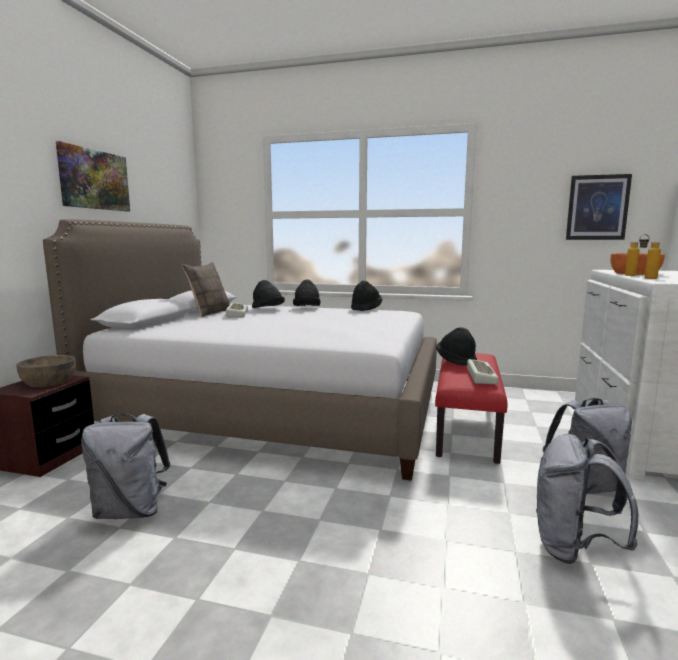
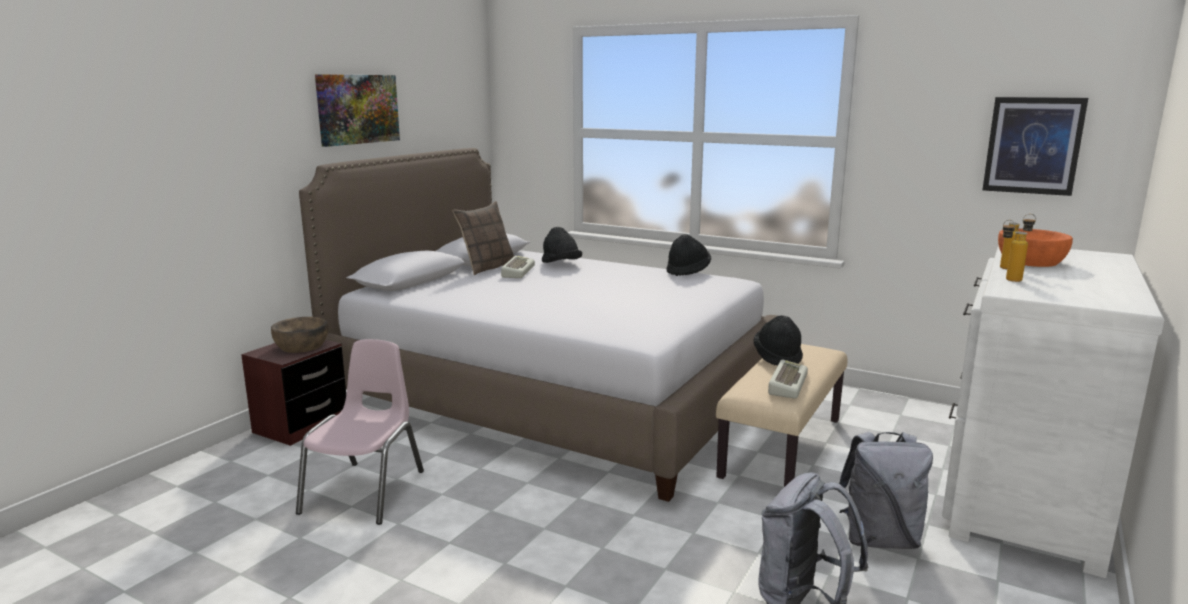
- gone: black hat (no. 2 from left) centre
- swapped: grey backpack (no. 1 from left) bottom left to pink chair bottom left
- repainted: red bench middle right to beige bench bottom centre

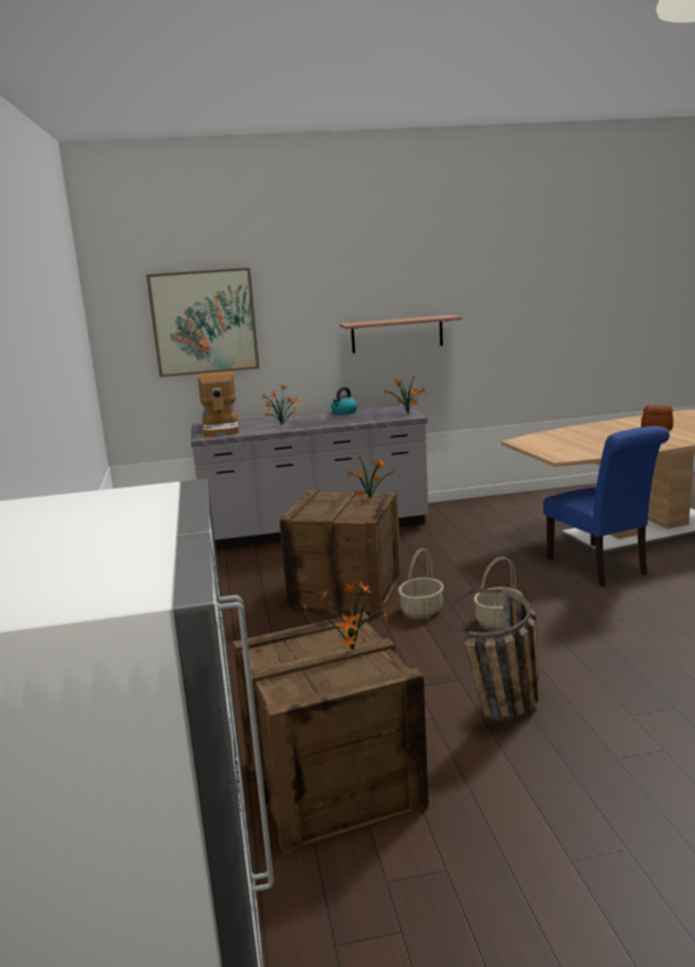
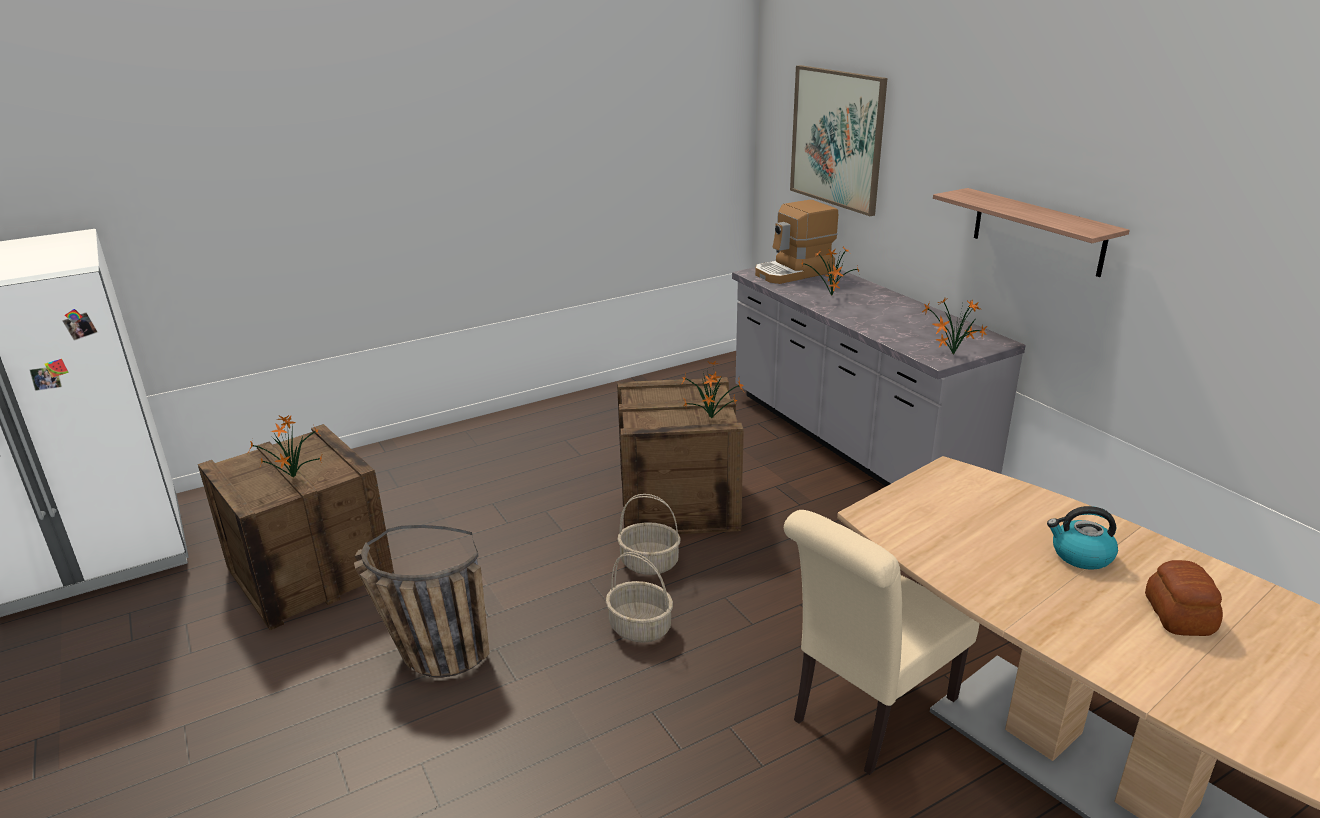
- shifted: kettle centre to middle right
- repainted: blue chair middle right to beige chair bottom right

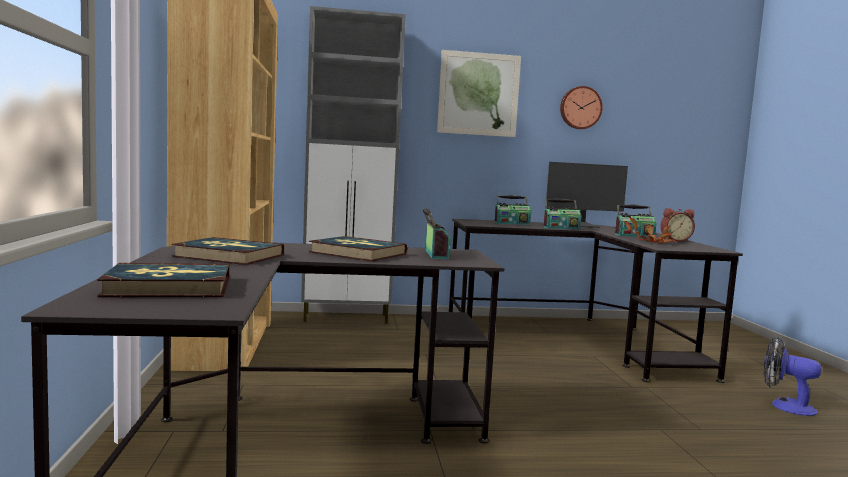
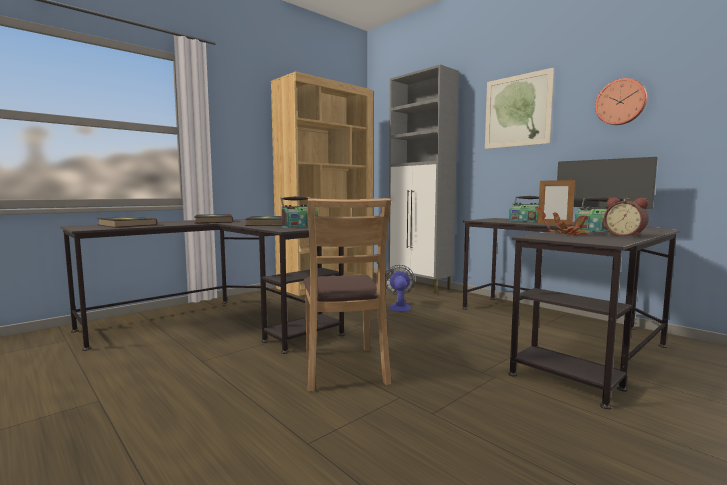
- new: brown chair centre
- shifted: fan bottom right to centre
- swapped: radio (no. 3 from left) centre to picture frame middle right

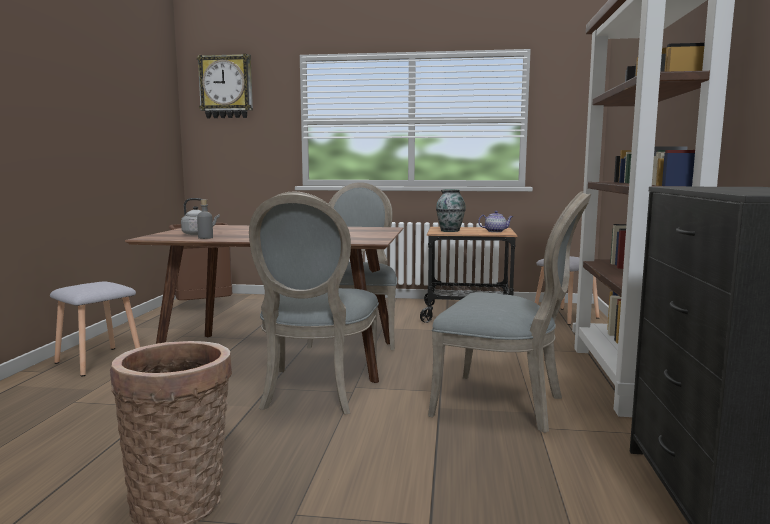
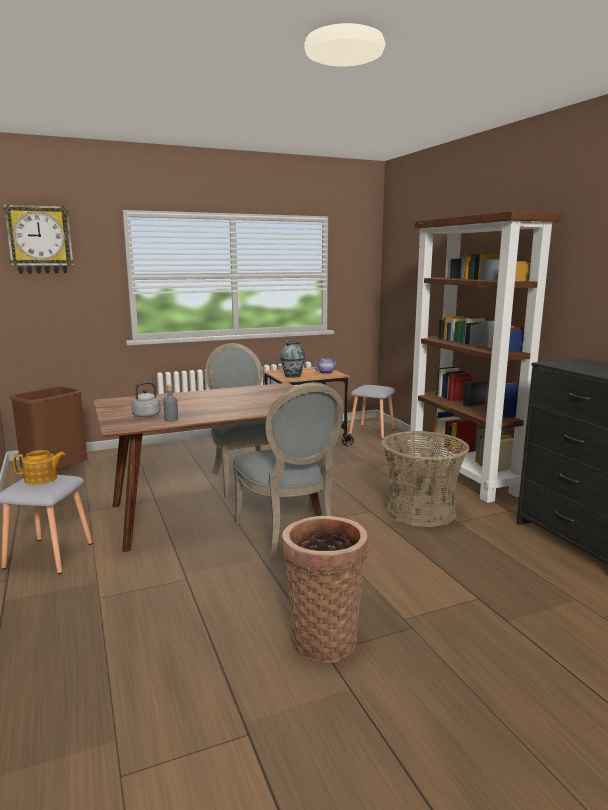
- new: teapot (no. 1 from left) middle left
- swapped: grey chair (no. 3 from left) centre to basket (no. 2 from left) middle right

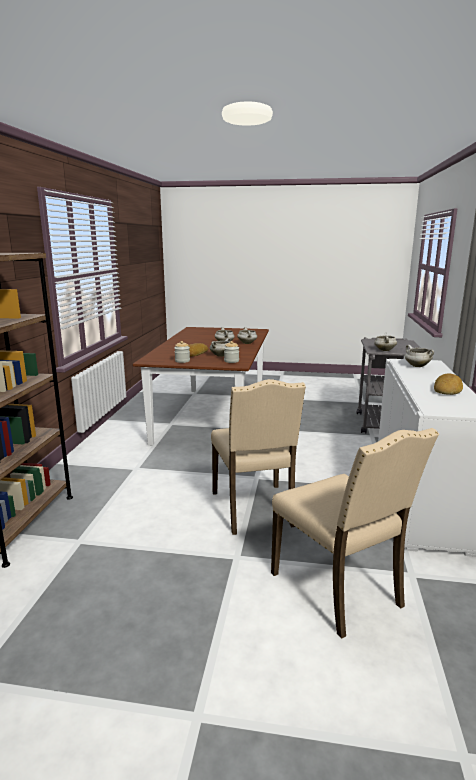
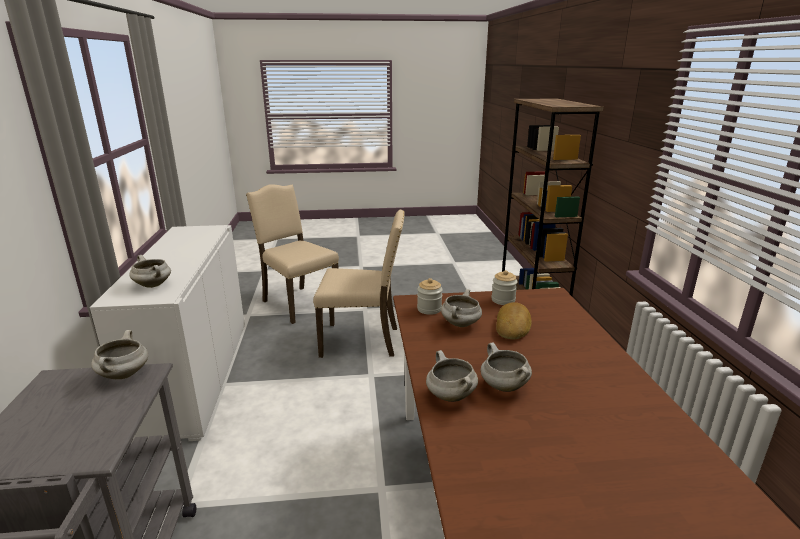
- gone: bread (no. 2 from left) middle right
- rotated: beige chair (no. 1 from left in the first image) centre = centre 120 degrees clockwise

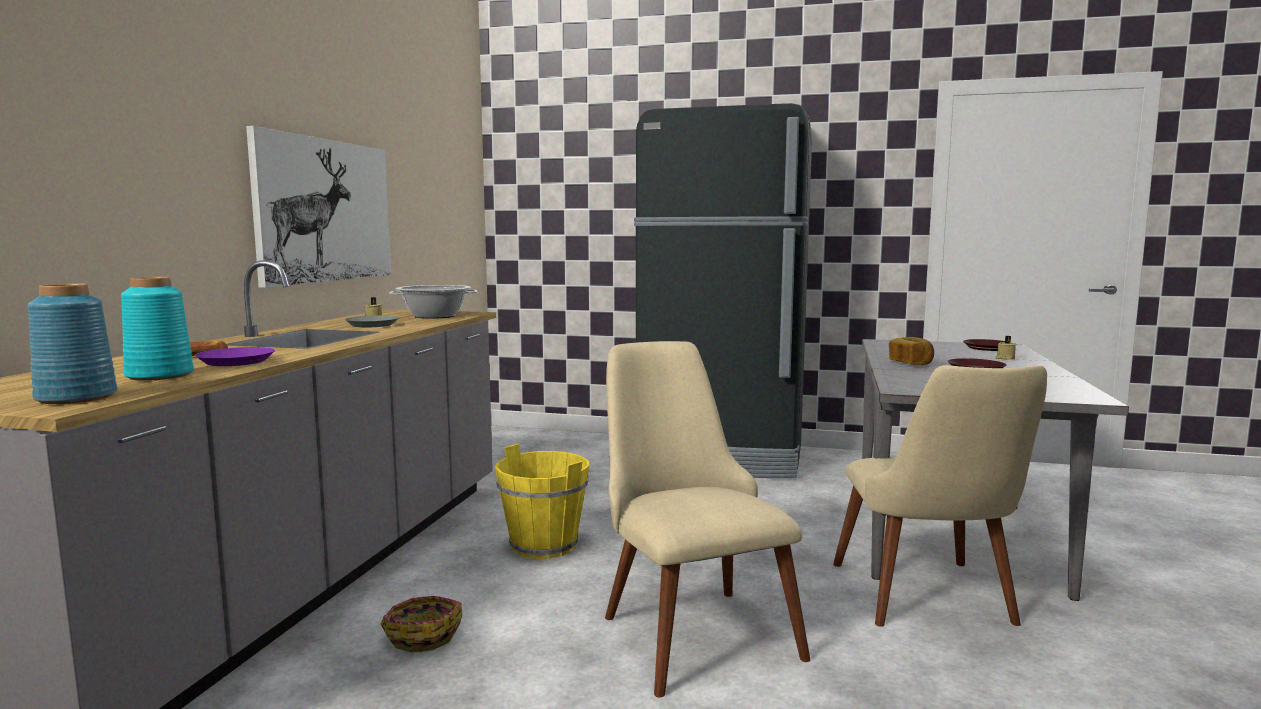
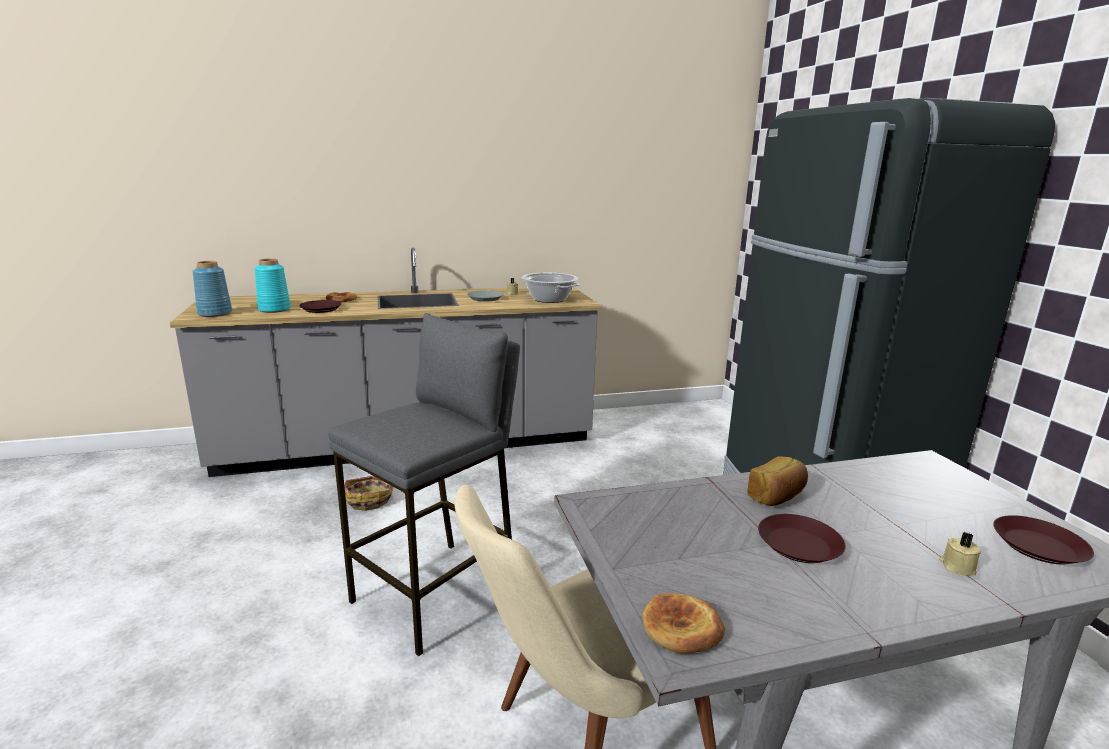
- gone: picture top left
- gone: yellow bucket bottom centre
- new: bread (no. 2 from left) bottom centre
- swapped: beige chair (no. 1 from left) bottom centre to grey stool centre
- repainted: purple plate middle left to brown plate (no. 1 from left) middle left

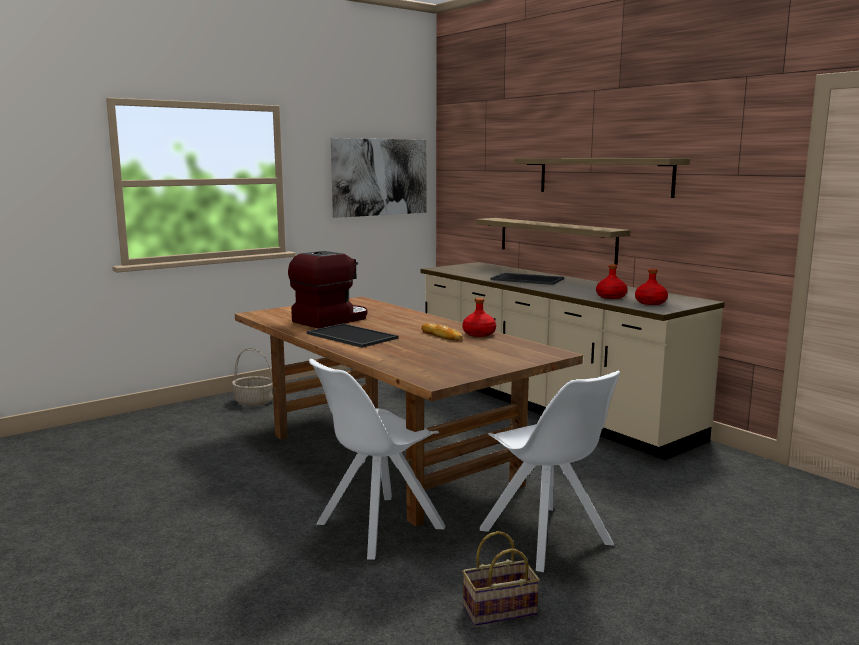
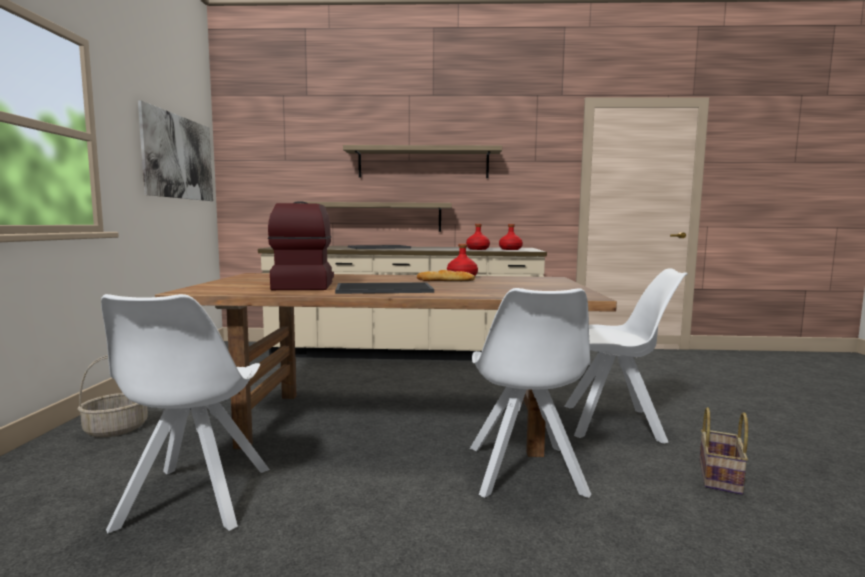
- new: white chair (no. 1 from left) bottom left

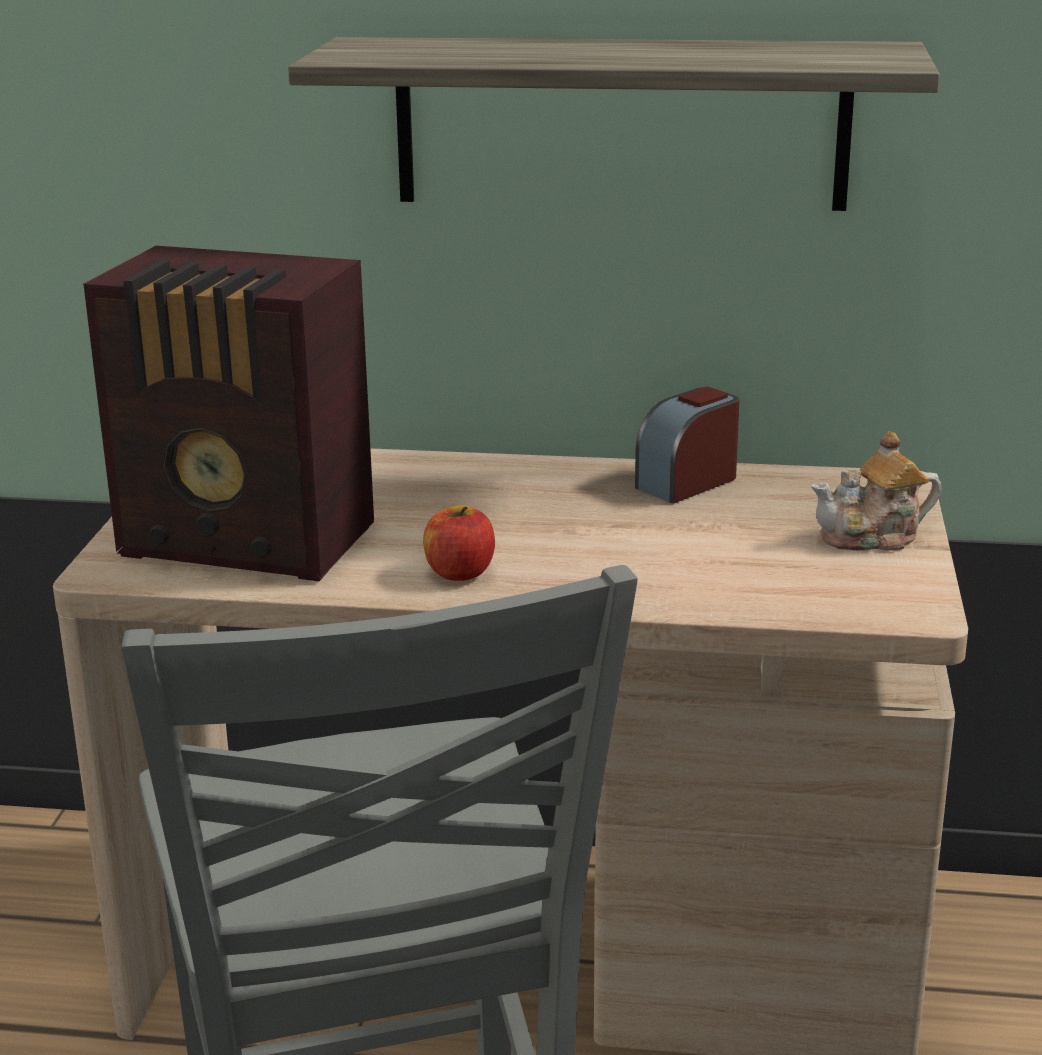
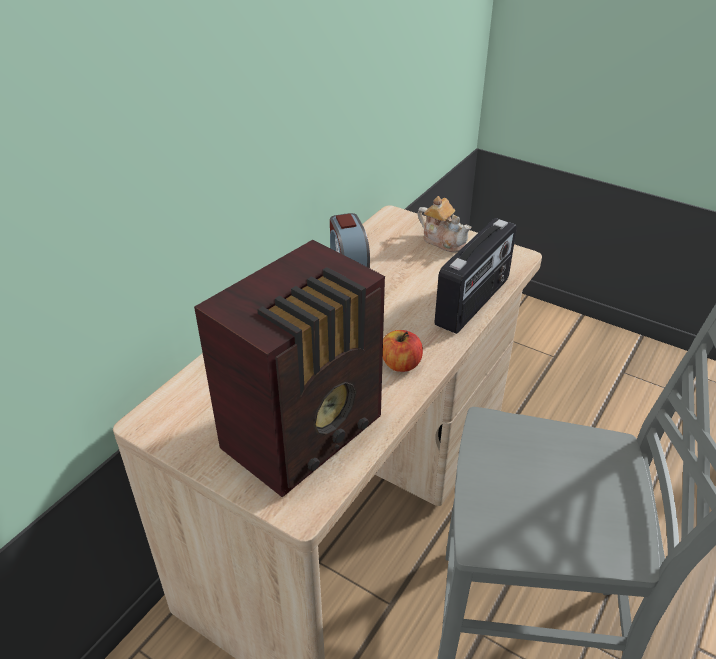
- gone: shelf top centre
- new: radio (no. 2 from left) centre
- rotated: teapot middle right = centre 60 degrees counterclockwise

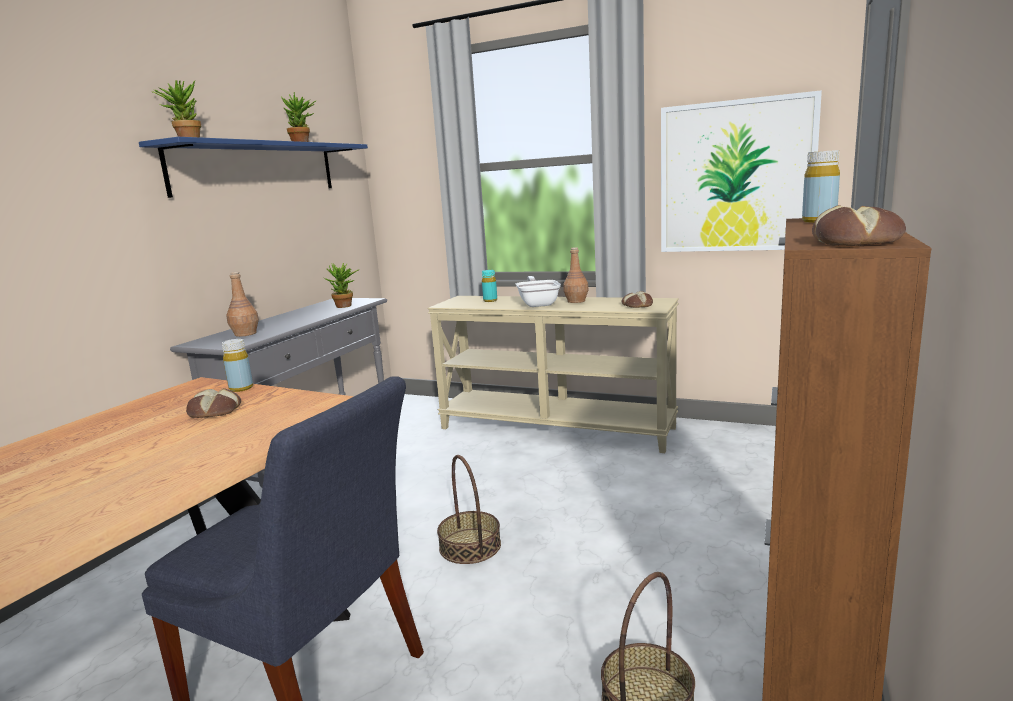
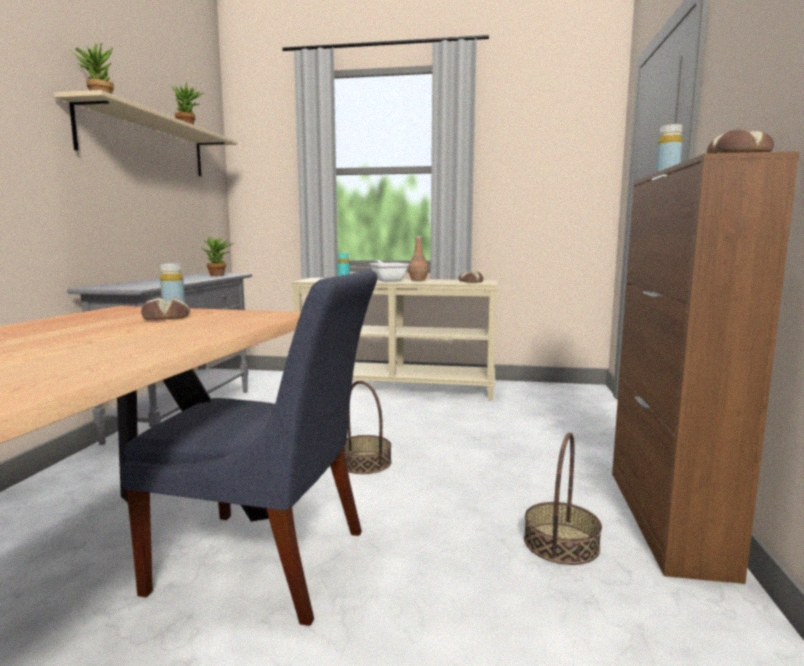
- gone: brown bottle (no. 1 from left) middle left
- gone: picture top right
- repainted: blue shelf top left to beige shelf top left

